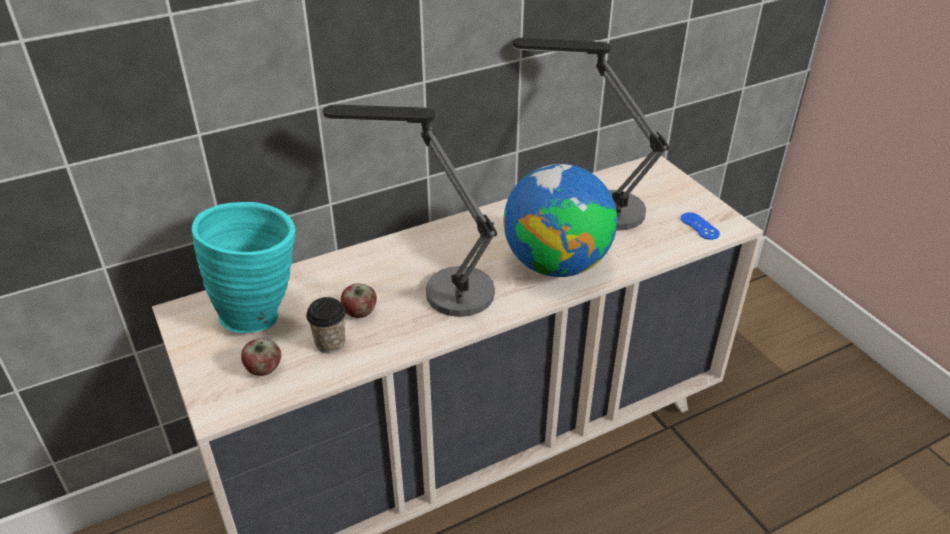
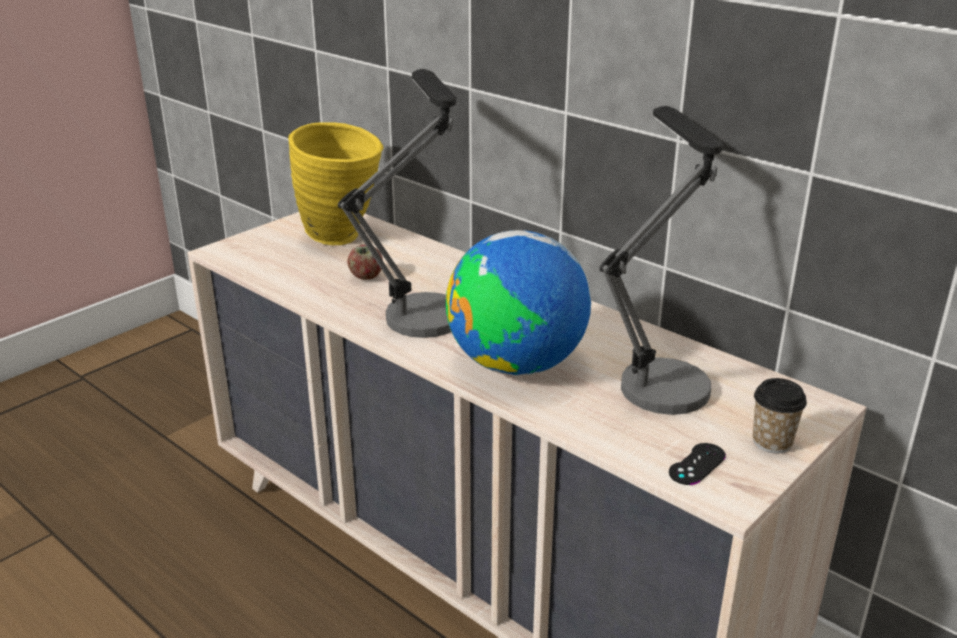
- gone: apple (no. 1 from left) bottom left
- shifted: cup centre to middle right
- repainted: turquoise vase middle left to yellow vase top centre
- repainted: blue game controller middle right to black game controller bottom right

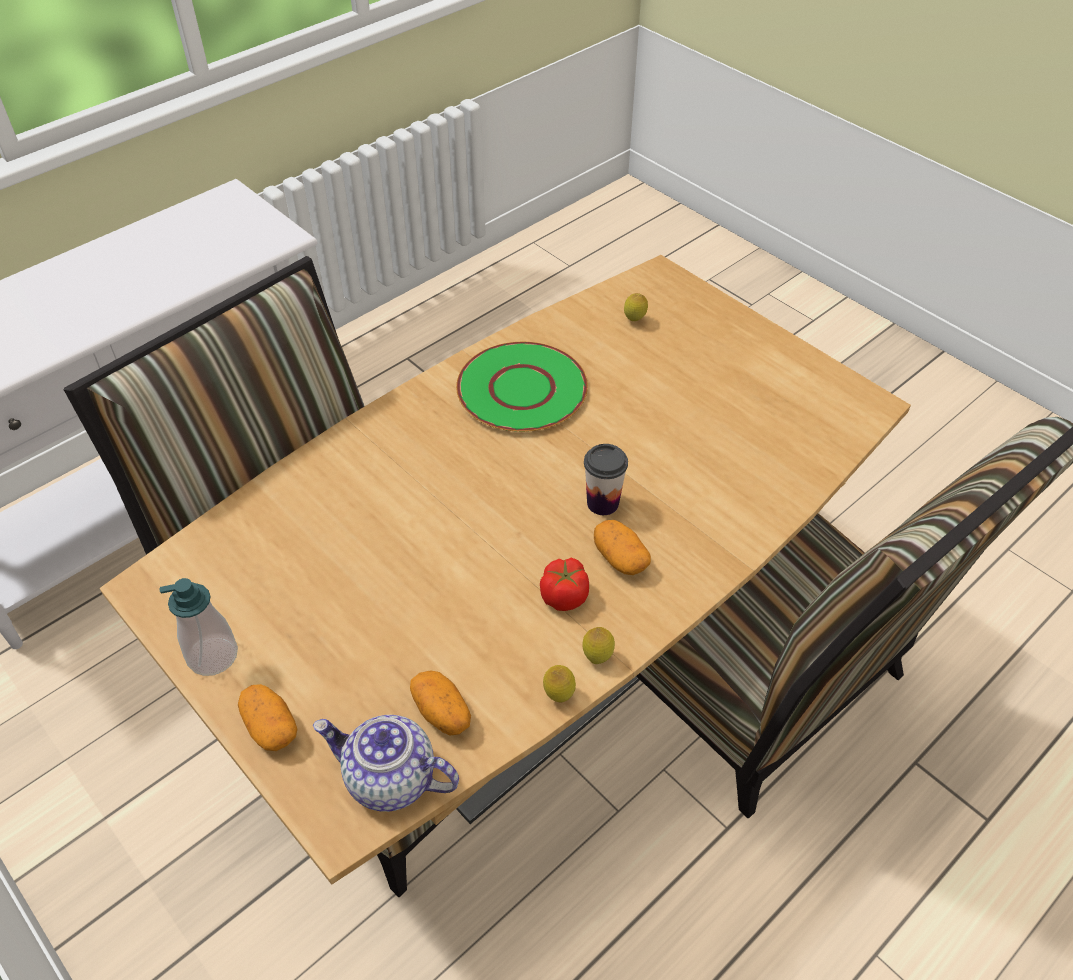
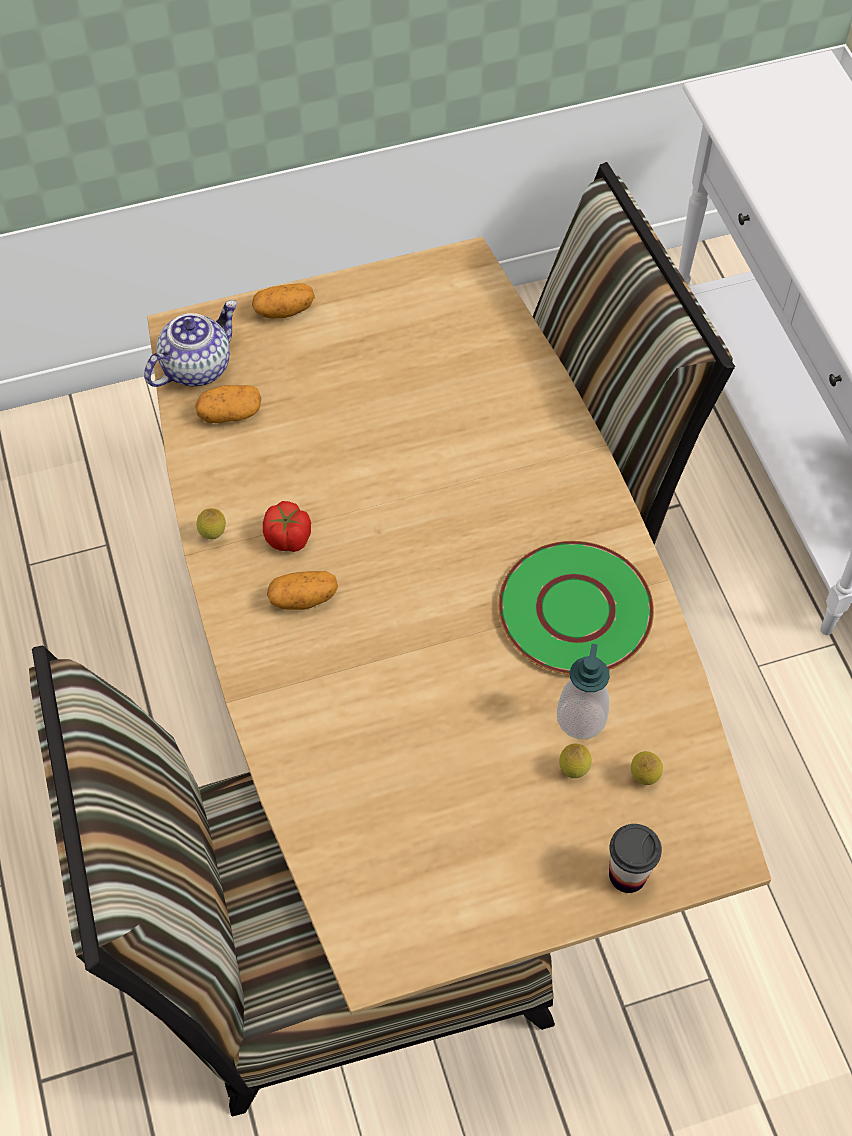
- shifted: soap dispenser middle left to middle right
- shifted: lemon (no. 1 from left in the first image) bottom centre to lemon (no. 2 from left) bottom right
- shifted: cup centre to bottom right

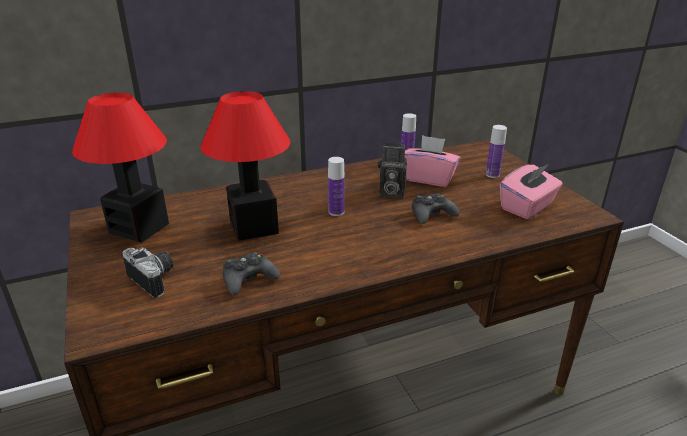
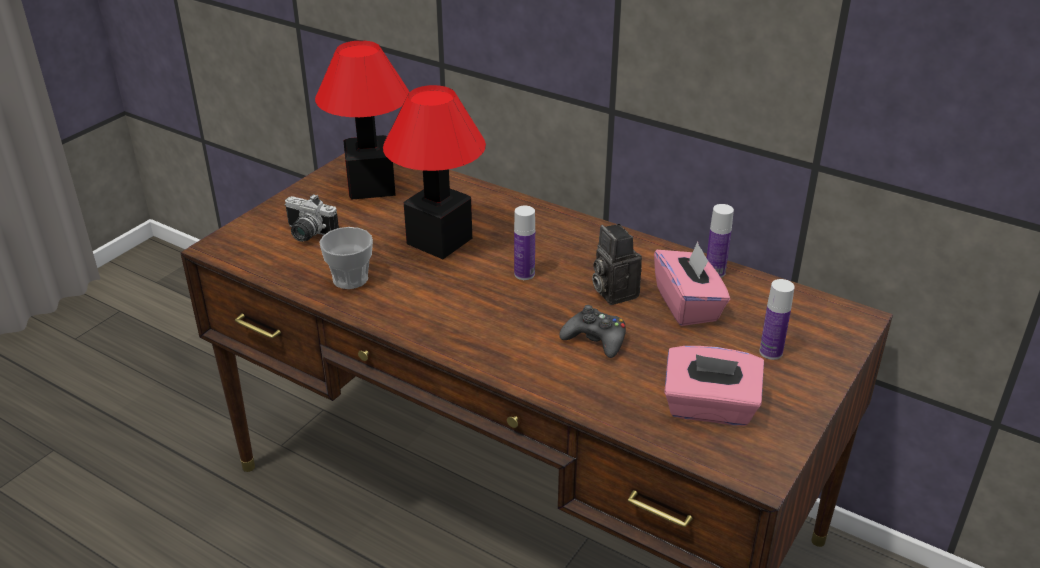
- swapped: black game controller (no. 1 from left) centre to cup middle left
- rotated: photo camera (no. 1 from left) middle left = middle left 105 degrees clockwise

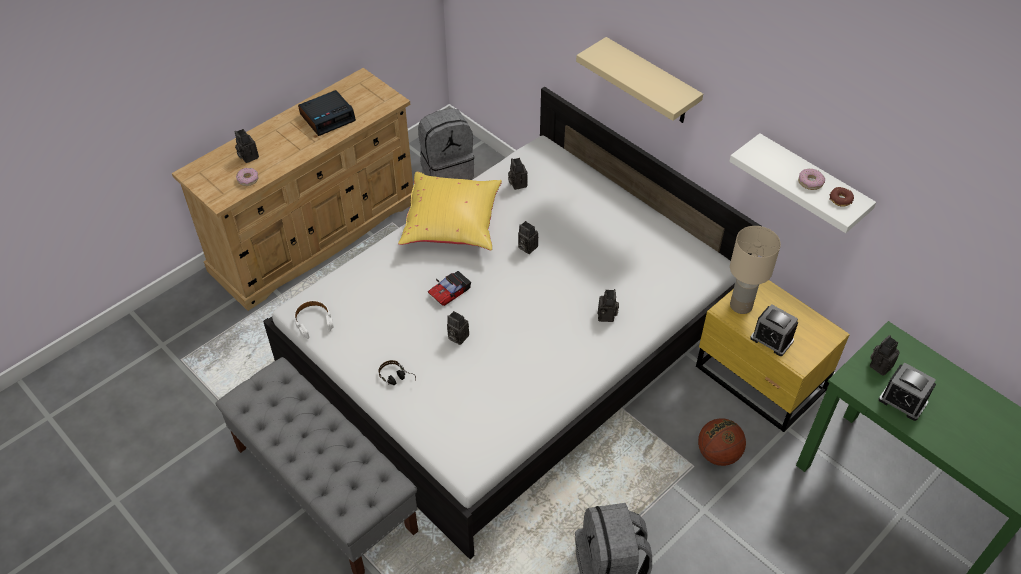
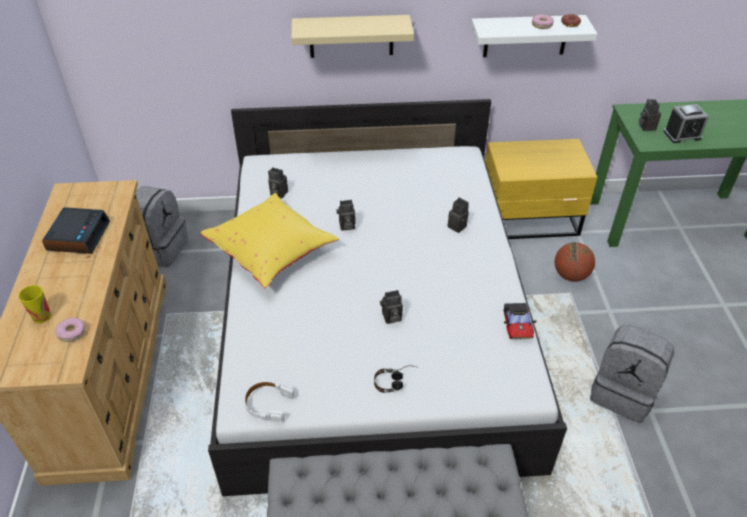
- gone: beige table lamp middle right
- gone: alarm clock (no. 2 from left) middle right
- shifted: toy car centre to middle right
- swapped: photo camera (no. 1 from left) top left to cup middle left

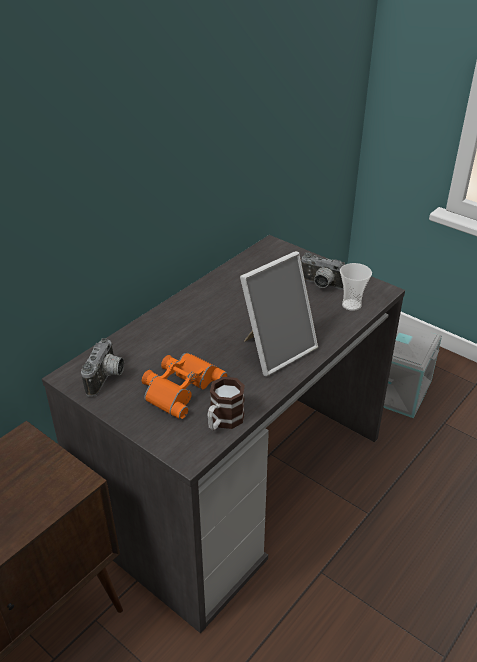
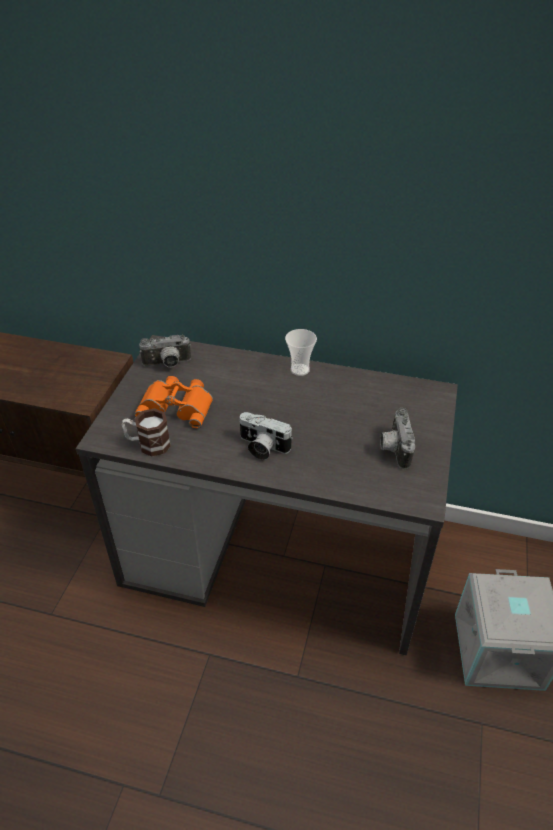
- shifted: cup middle right to centre
- swapped: picture frame centre to photo camera (no. 2 from left) centre

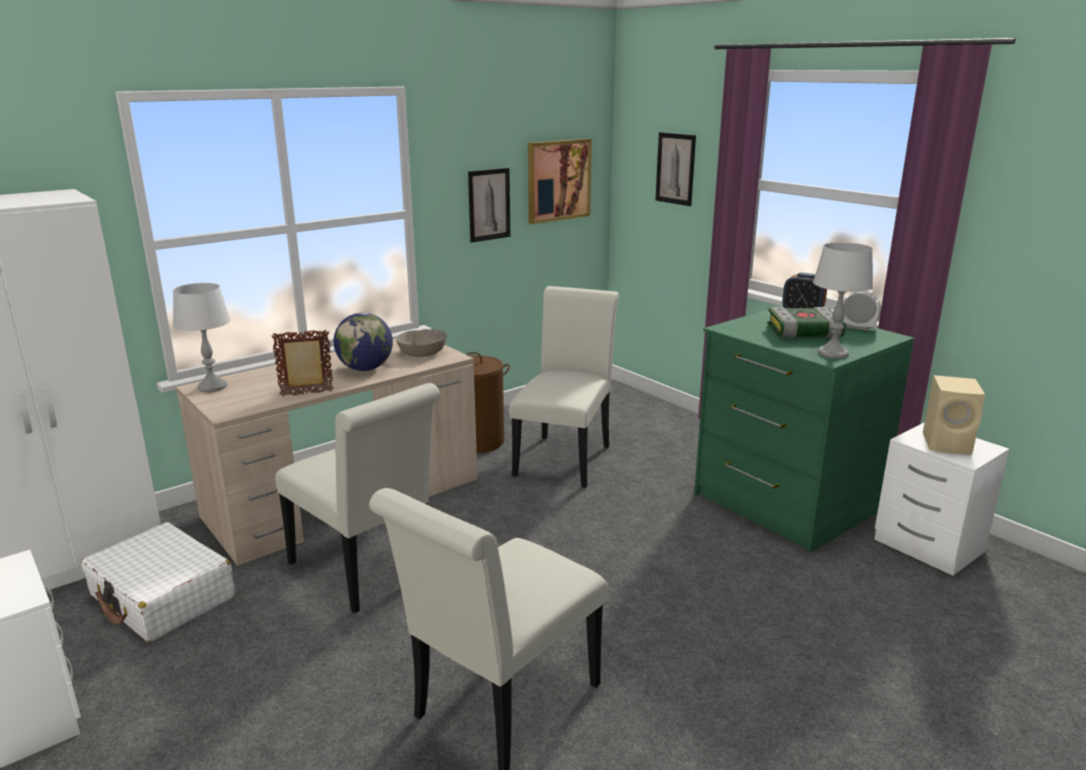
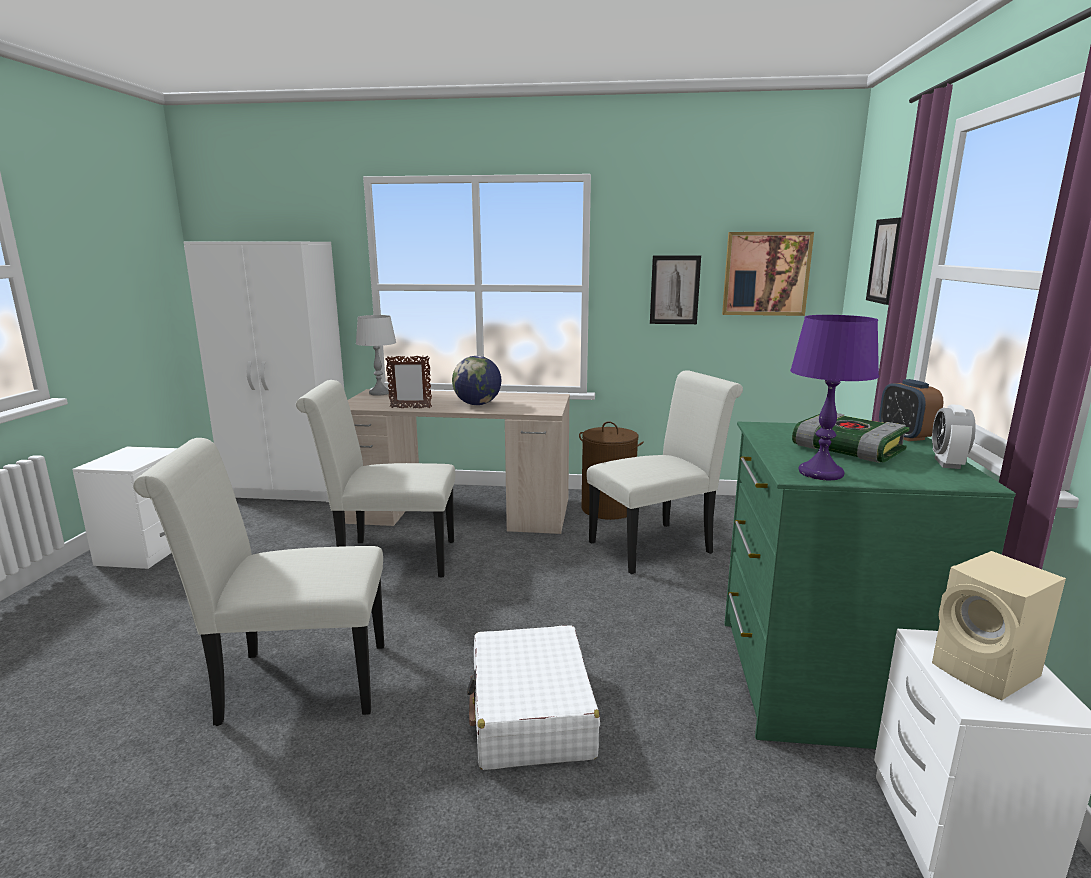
- gone: grey bowl centre
- shifted: white suitcase bottom left to bottom centre
- repainted: grey table lamp (no. 2 from left) middle right to purple table lamp middle right
- rotated: picture frame middle left = centre 150 degrees clockwise
- rotated: white chair (no. 1 from left in the first image) middle left = centre 90 degrees clockwise
- rotated: alarm clock (no. 2 from left) middle right = middle right 150 degrees counterclockwise

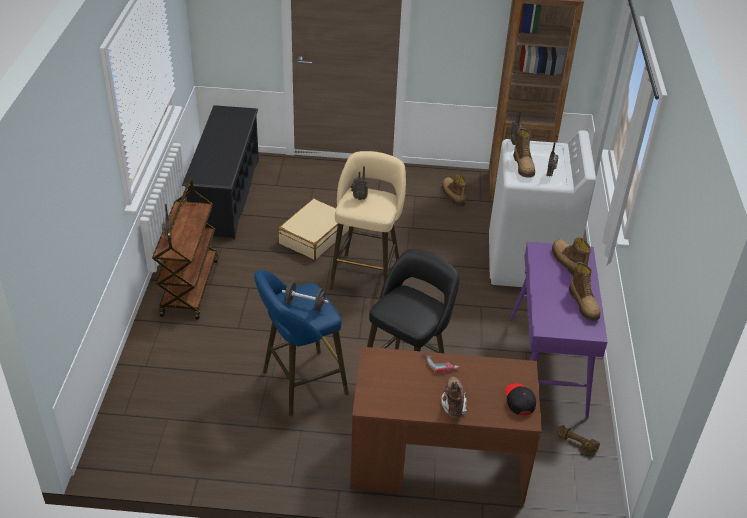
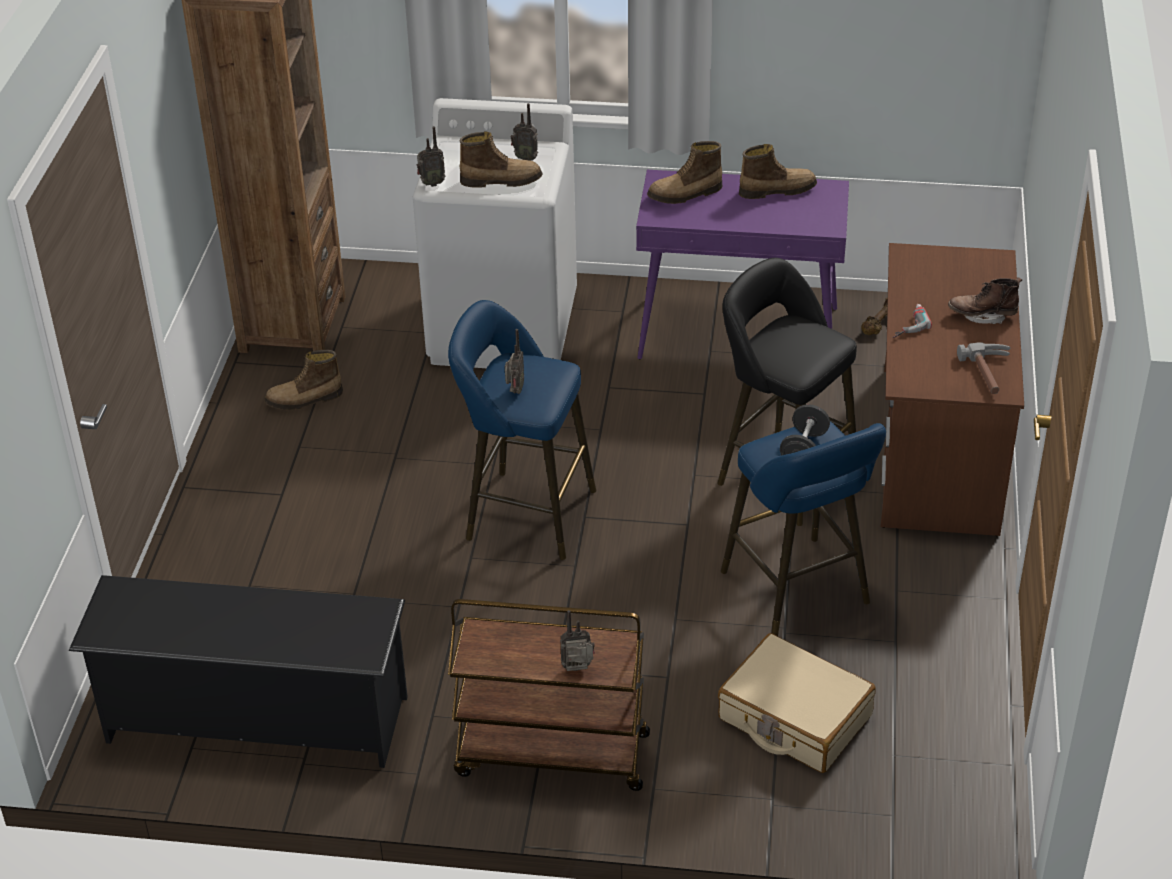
- gone: black cap bottom right
- new: hammer middle right
- shifted: beige suitcase centre to bottom right
- repainted: beige stool centre to blue stool (no. 1 from left) centre

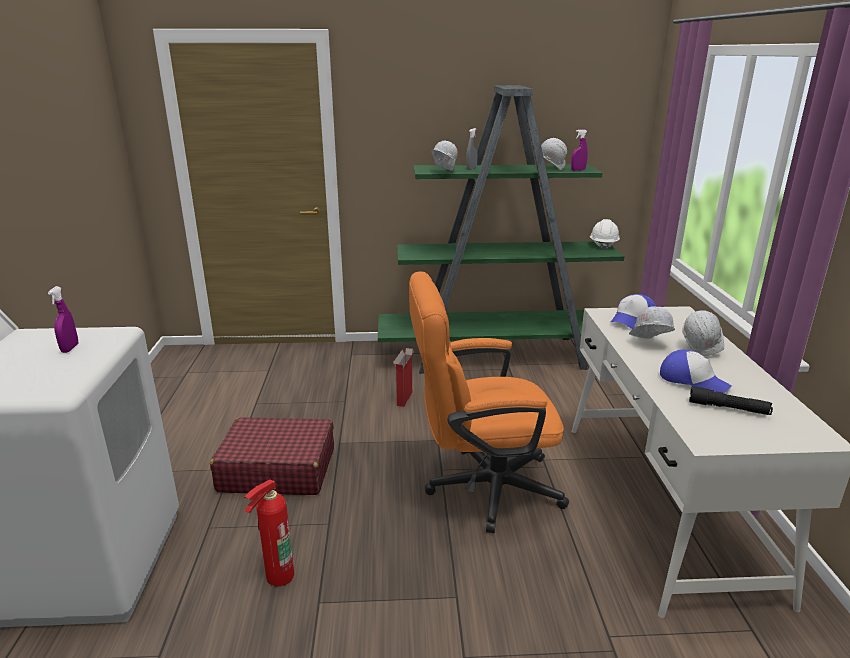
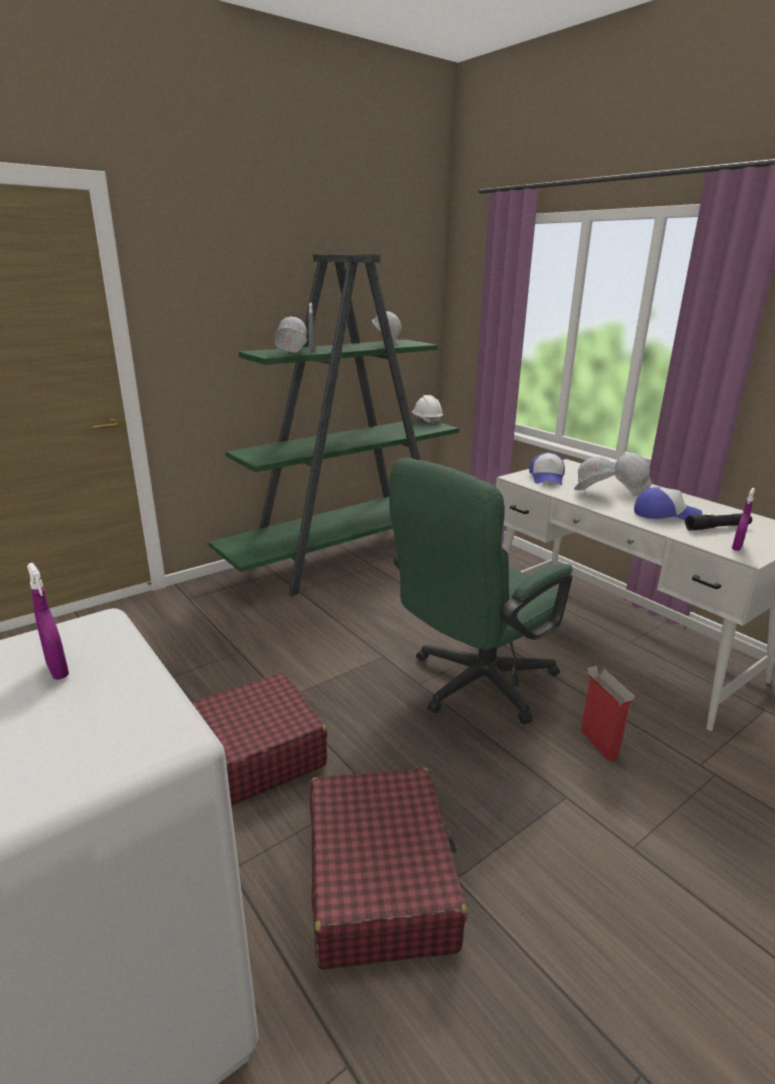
- shifted: cardboard box centre to middle right
- shifted: purple spray bottle (no. 2 from left) top right to middle right
- swapped: fire extinguisher bottom left to red suitcase (no. 2 from left) bottom centre
- repainted: orange office chair centre to green office chair centre

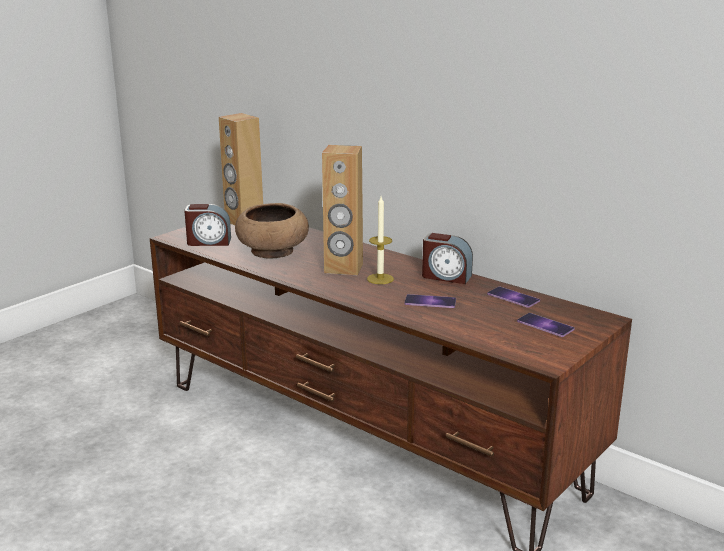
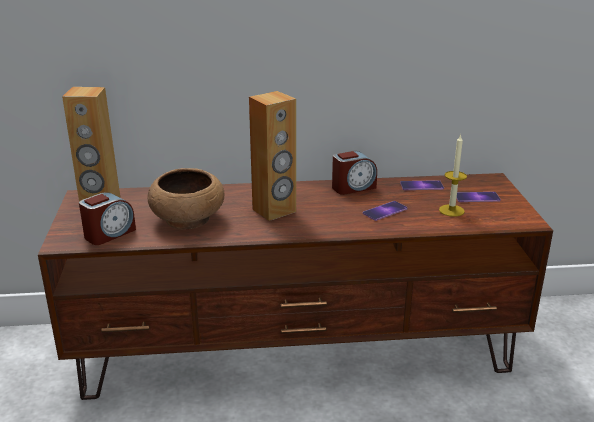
- shifted: candle centre to middle right

